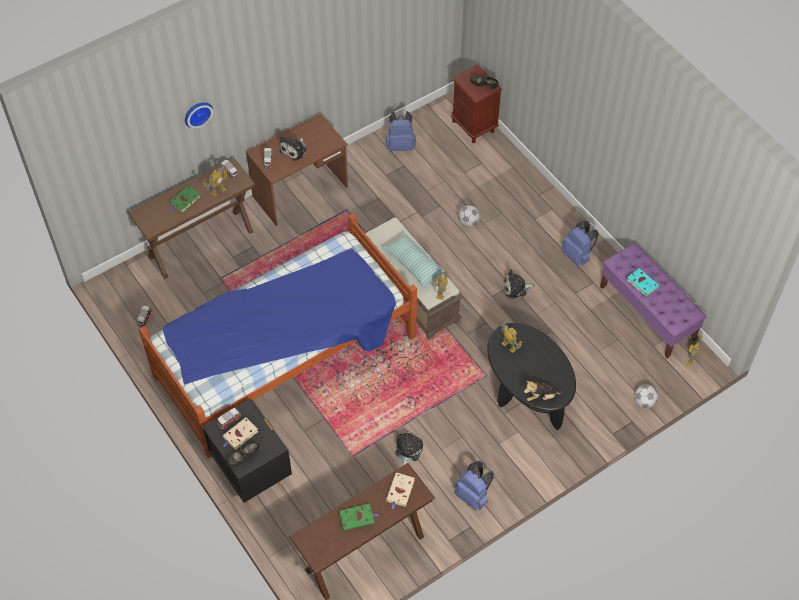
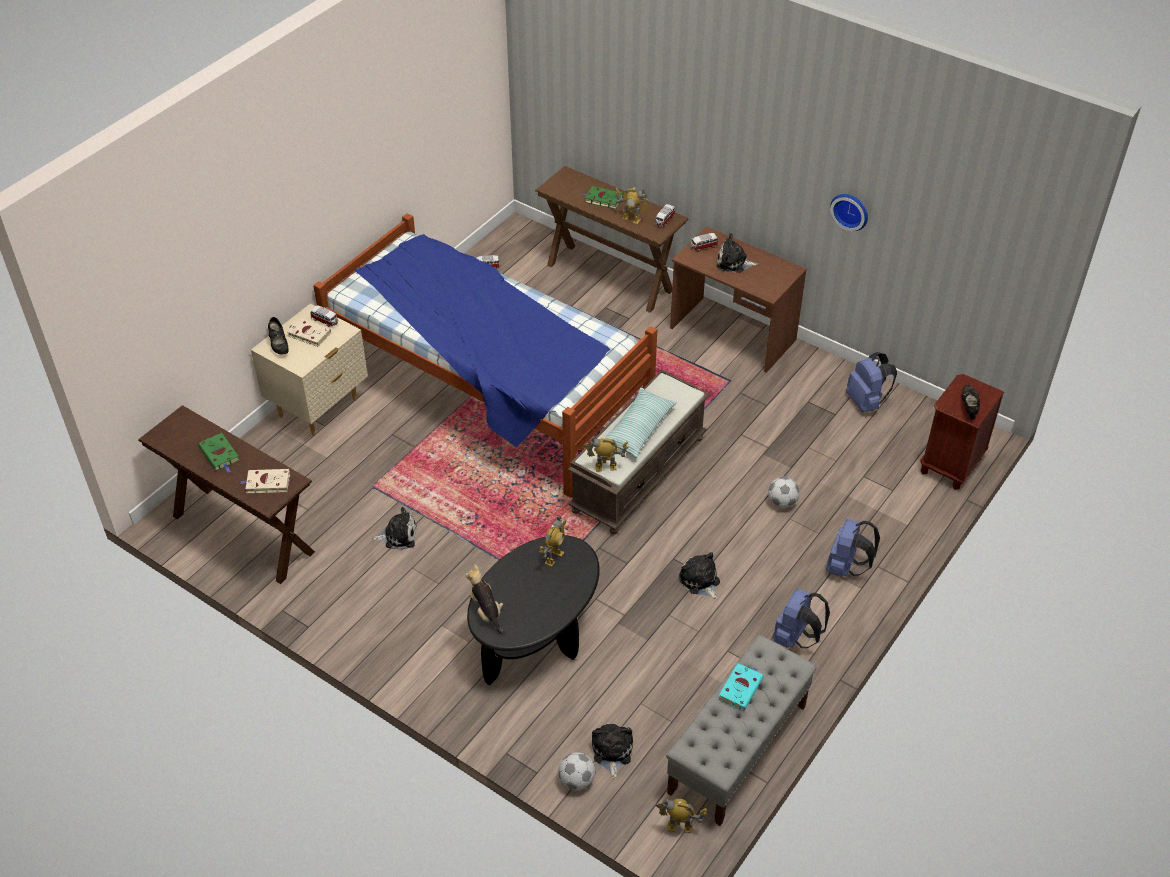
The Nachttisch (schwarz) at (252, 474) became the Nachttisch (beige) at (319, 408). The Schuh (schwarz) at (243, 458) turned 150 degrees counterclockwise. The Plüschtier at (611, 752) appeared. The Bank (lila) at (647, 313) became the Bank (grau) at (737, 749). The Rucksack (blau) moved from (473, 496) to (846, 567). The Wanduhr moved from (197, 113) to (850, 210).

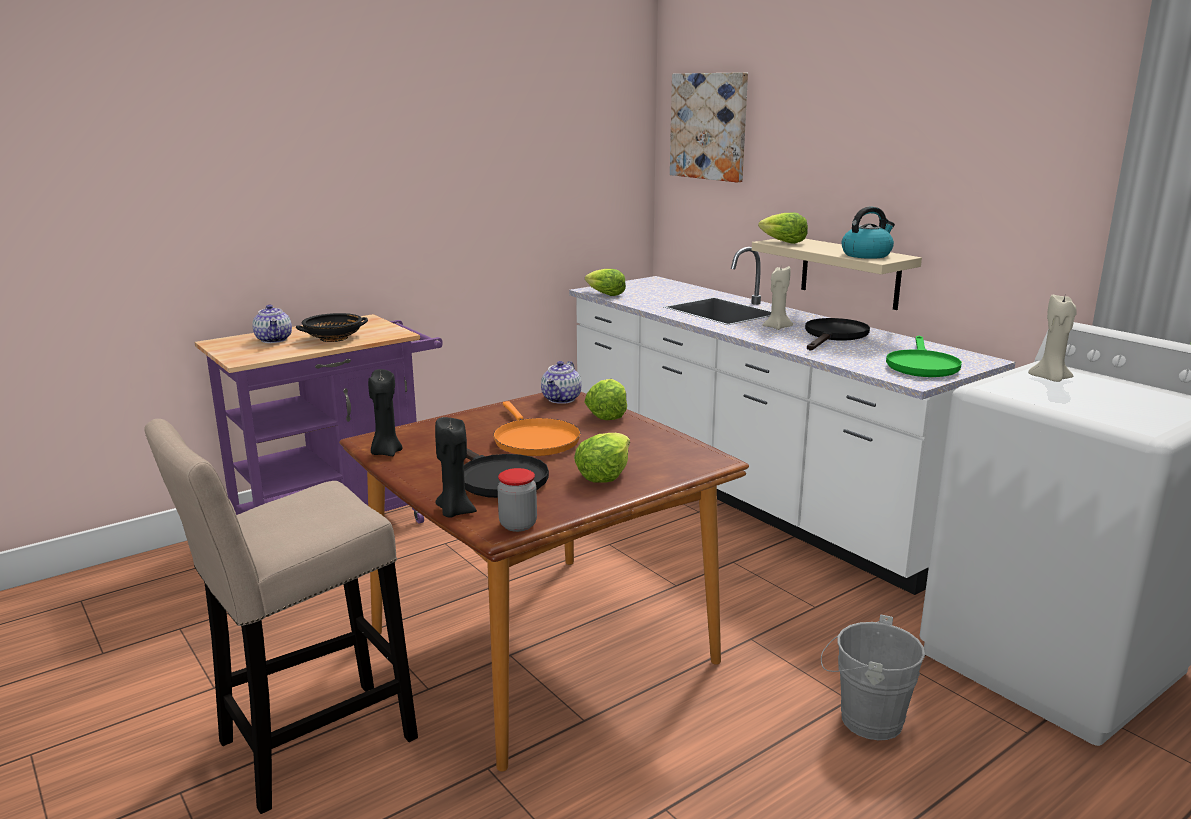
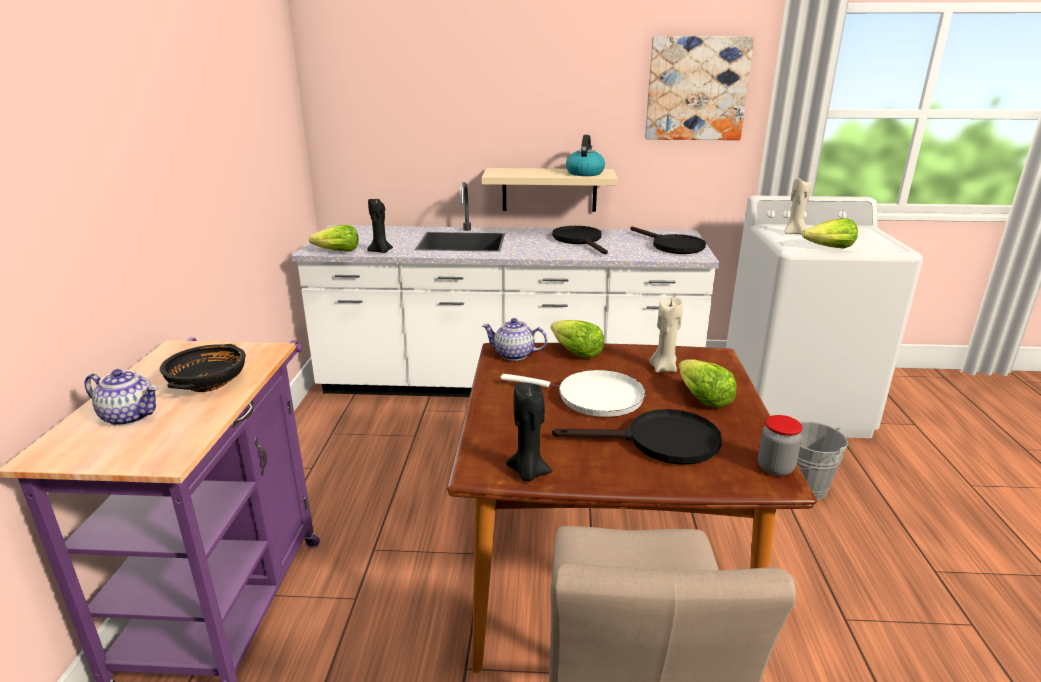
The Kerze (schwarz) moved from (454, 512) to (381, 251). The Teekanne at (561, 399) turned 135 degrees clockwise. The Pfanne (orange) at (534, 440) became the Pfanne (weiß) at (594, 397). The Pfanne (grün) at (921, 365) became the Pfanne (schwarz) at (672, 246). The Bild moved from (709, 126) to (696, 89). The Kerze (beige) moved from (777, 327) to (663, 368). The Salatkopf moved from (782, 242) to (829, 248).

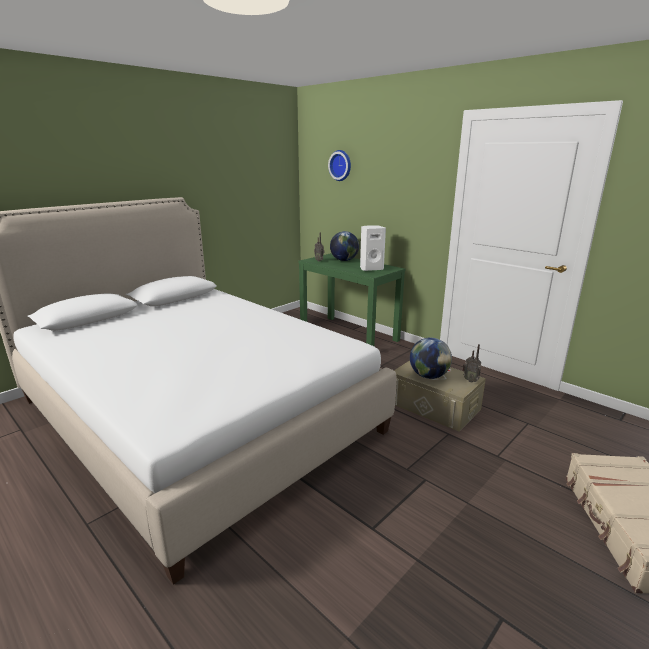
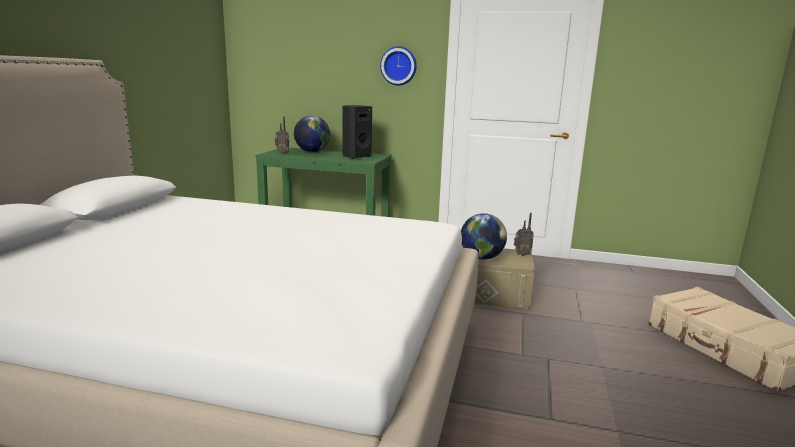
The Lautsprecher (weiß) at (370, 268) became the Lautsprecher (schwarz) at (356, 156). The Wanduhr moved from (341, 165) to (399, 66).

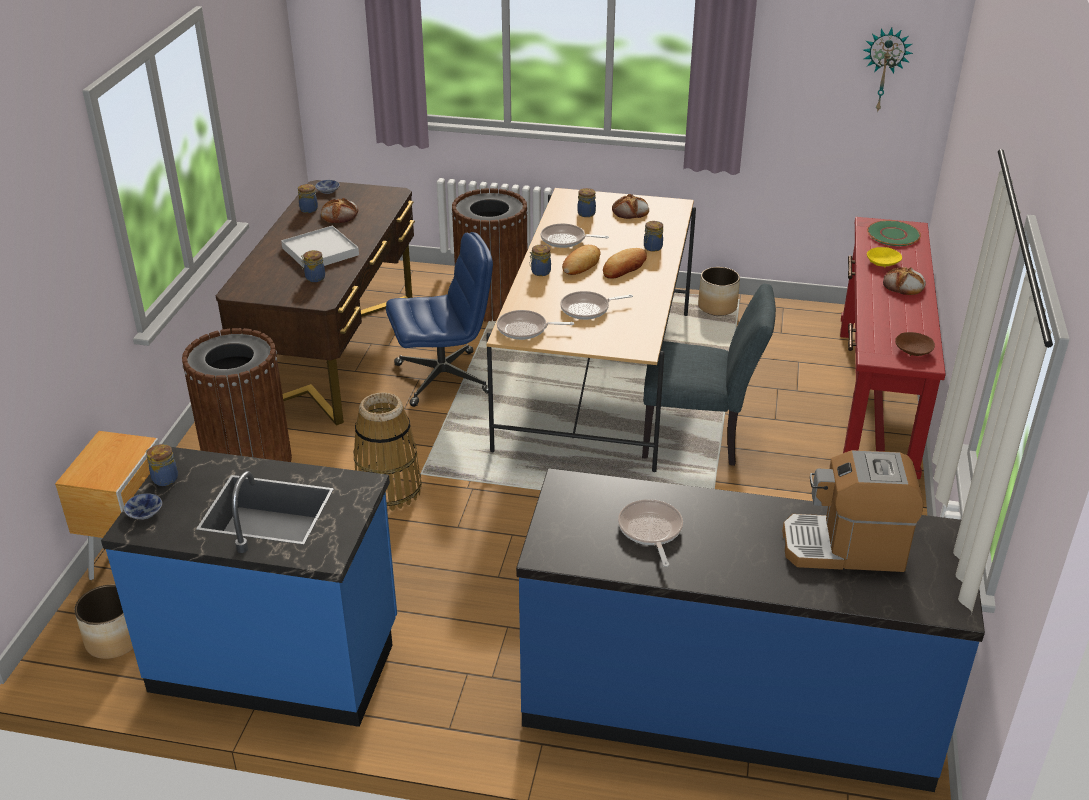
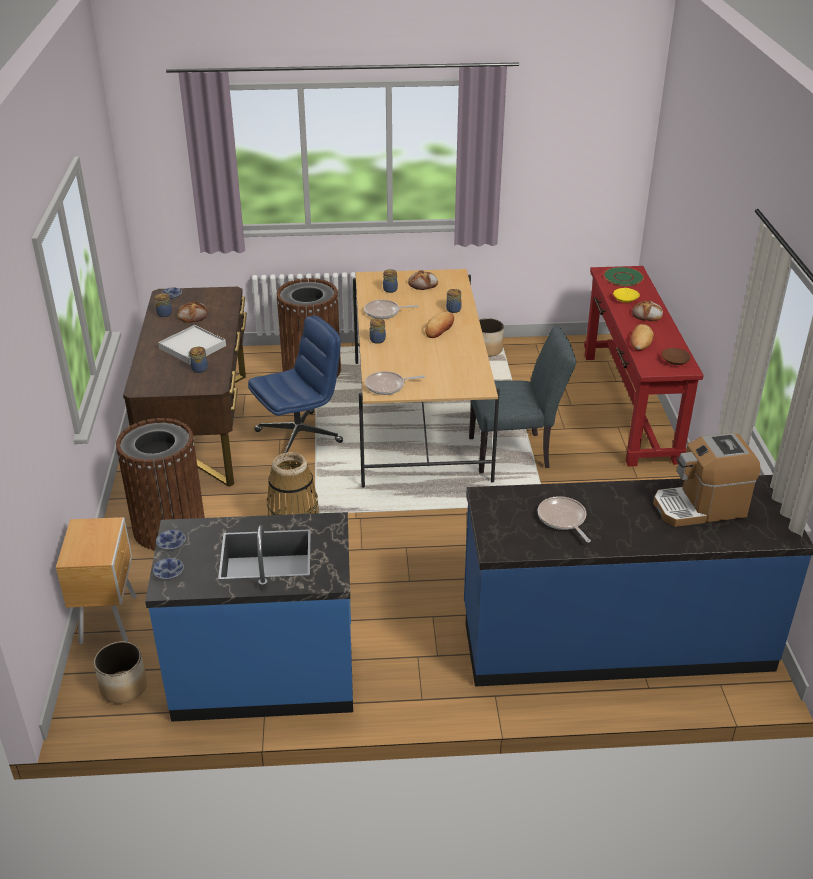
The Vorratsglas at (164, 478) was replaced by the Schüssel at (170, 545). The Brot moved from (581, 264) to (640, 340). The Pfanne at (588, 309) disappeared. The Wanduhr at (884, 69) disappeared.

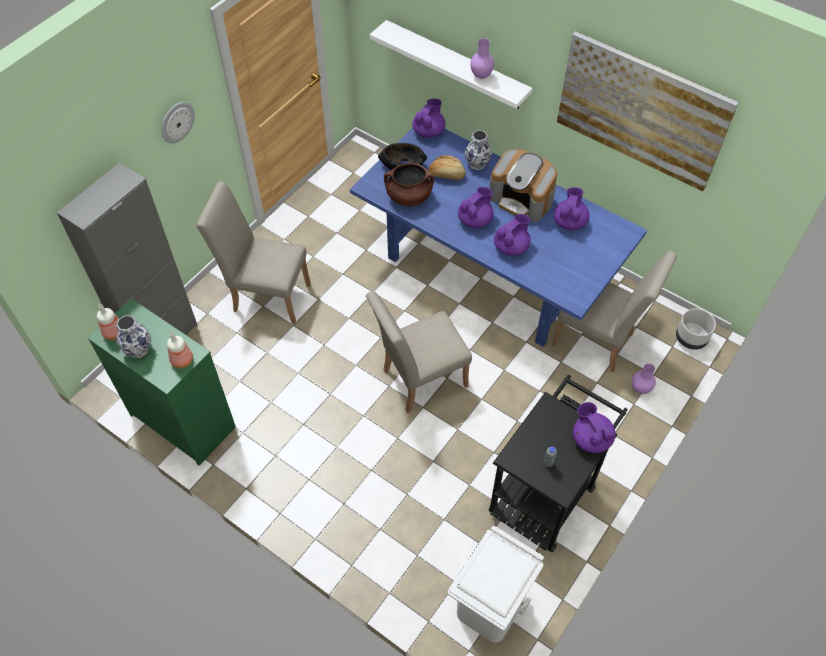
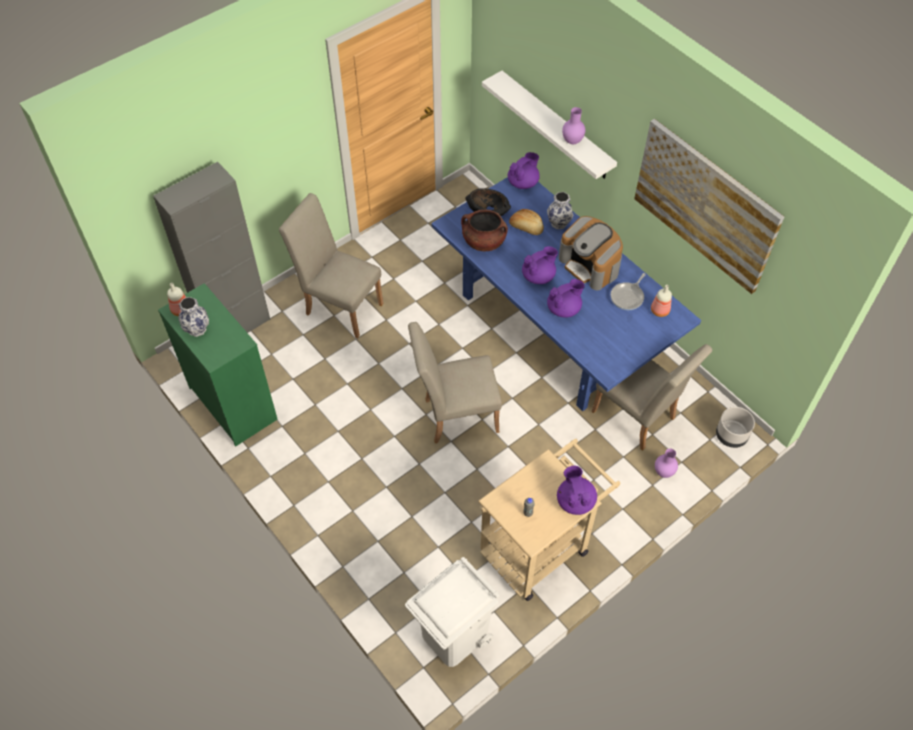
The Rollwagen (schwarz) at (546, 492) became the Rollwagen (beige) at (541, 545). The Teekanne (lila) at (569, 222) was replaced by the Pfanne at (628, 297). The Flasche moved from (181, 360) to (659, 311). The Wanduhr at (176, 122) disappeared.

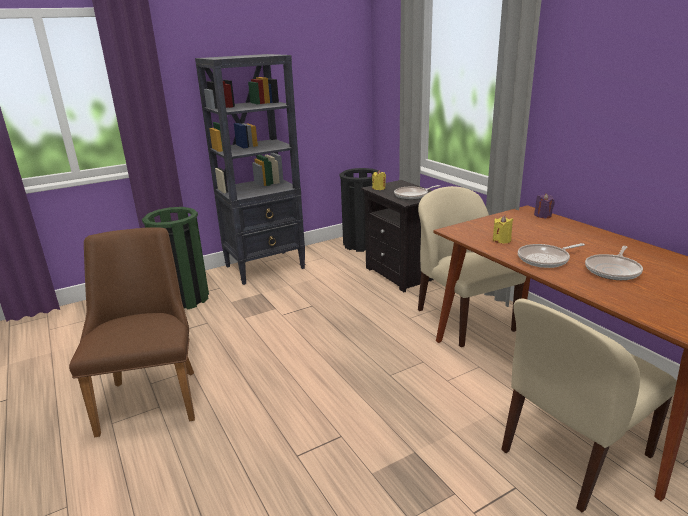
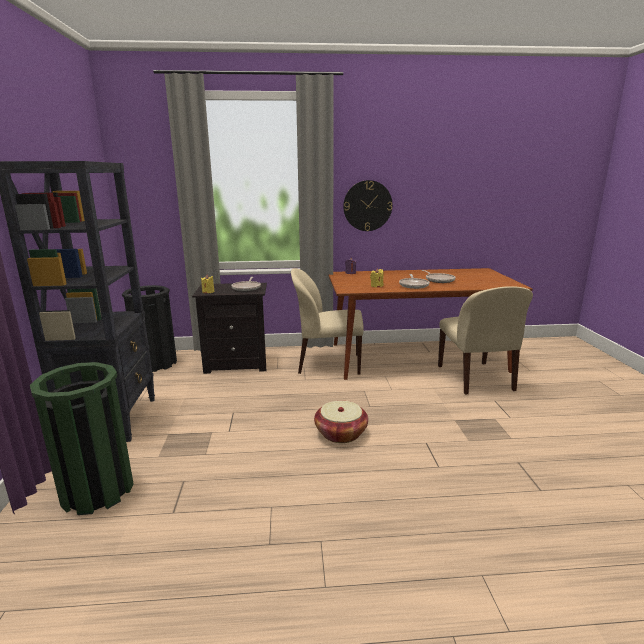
The Korb at (341, 433) appeared. The Wanduhr at (367, 206) appeared. The Stuhl (braun) at (152, 394) disappeared.

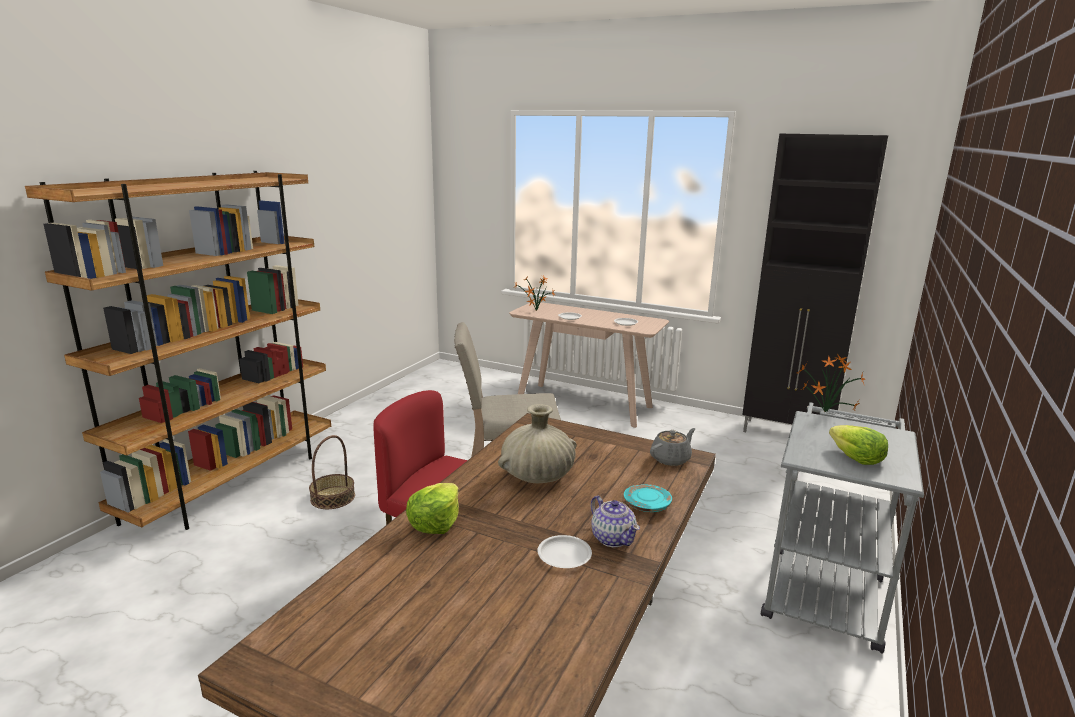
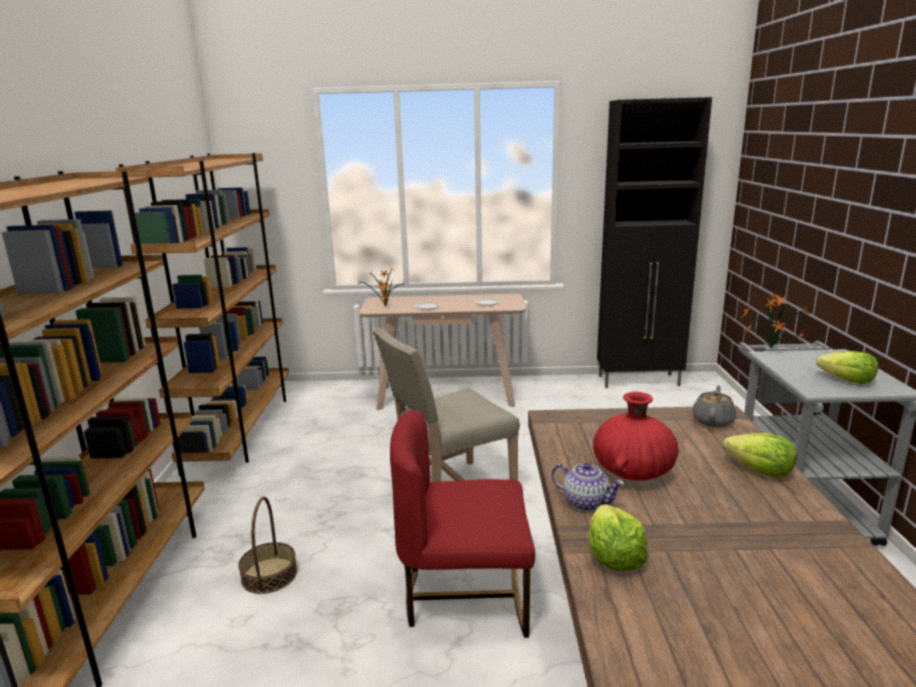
The Bücherregal (braun) at (241, 429) appeared. The Teekanne moved from (613, 538) to (585, 502). The Vase (beige) at (537, 476) became the Vase (rot) at (632, 472). The Teller (türkis) at (646, 505) was replaced by the Salatkopf at (760, 470). The Teller (weiß) at (564, 555) disappeared.

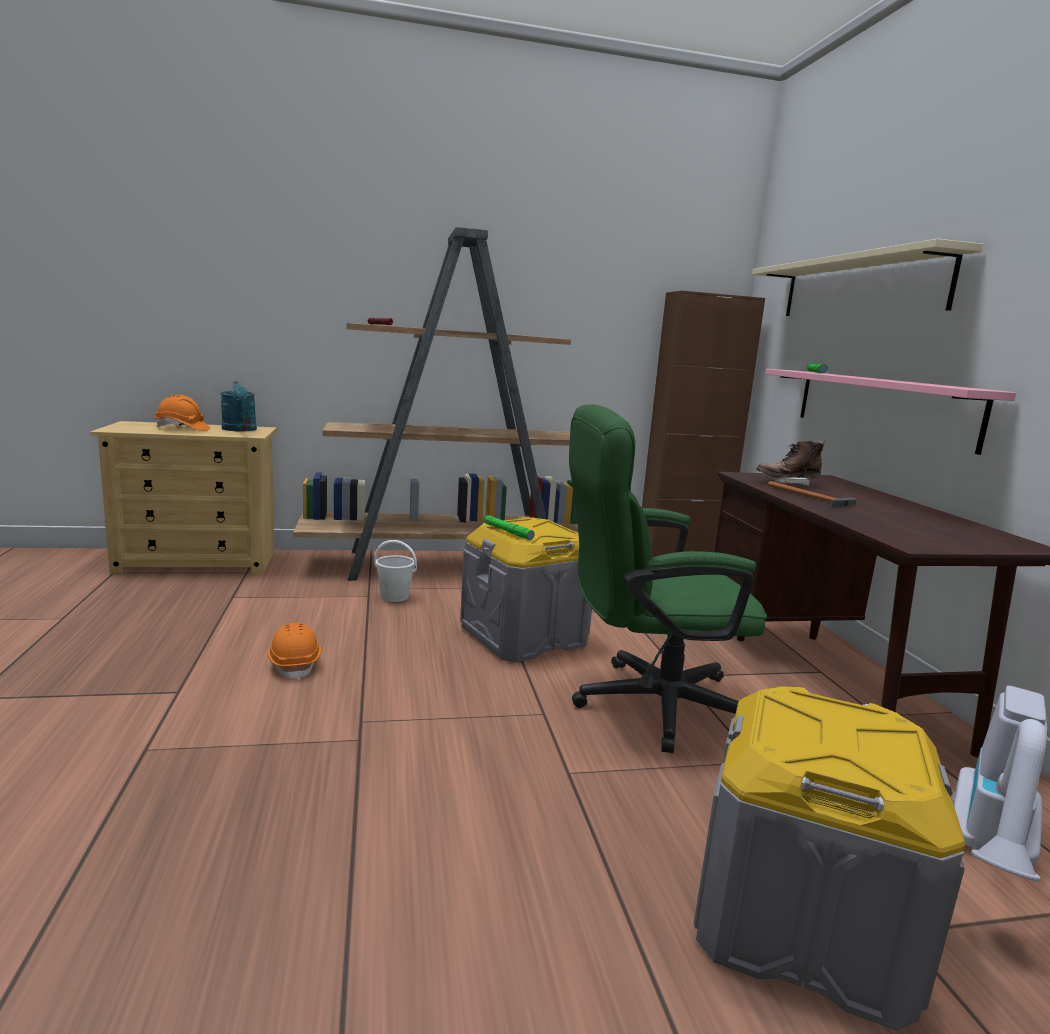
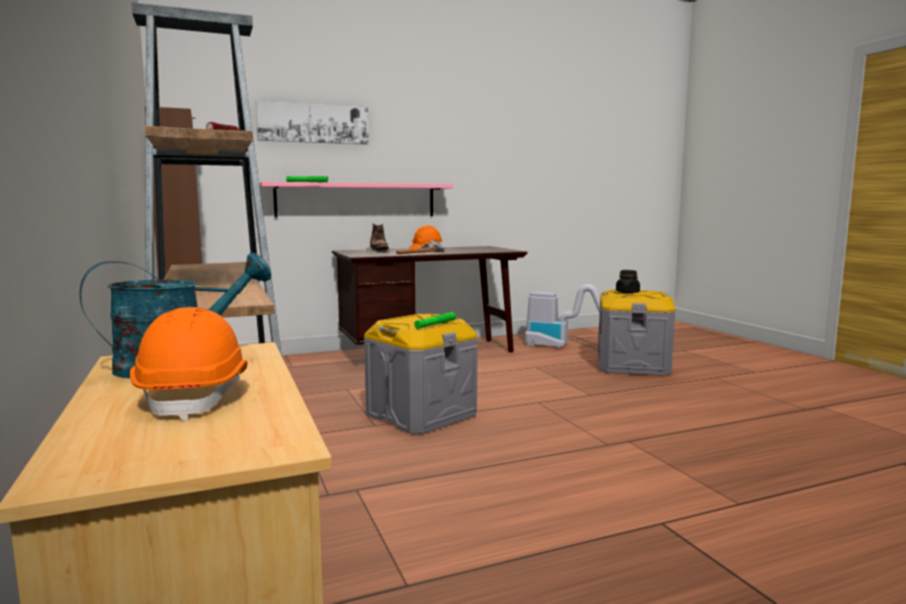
The Wandregal (beige) at (859, 287) was replaced by the Bild at (313, 123). The Schutzhelm (orange) moved from (295, 664) to (425, 249). The Vorratsglas (schwarz) at (627, 292) appeared. The Eimer (weiß) at (395, 597) disappeared. The Bürostuhl (grün) at (646, 704) disappeared.

